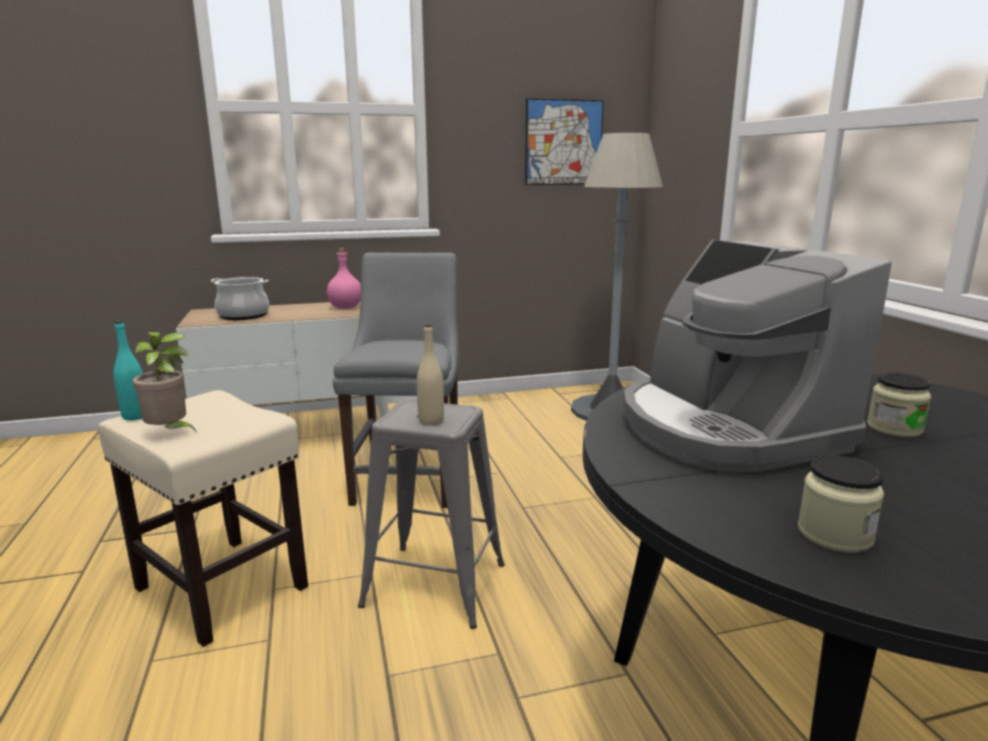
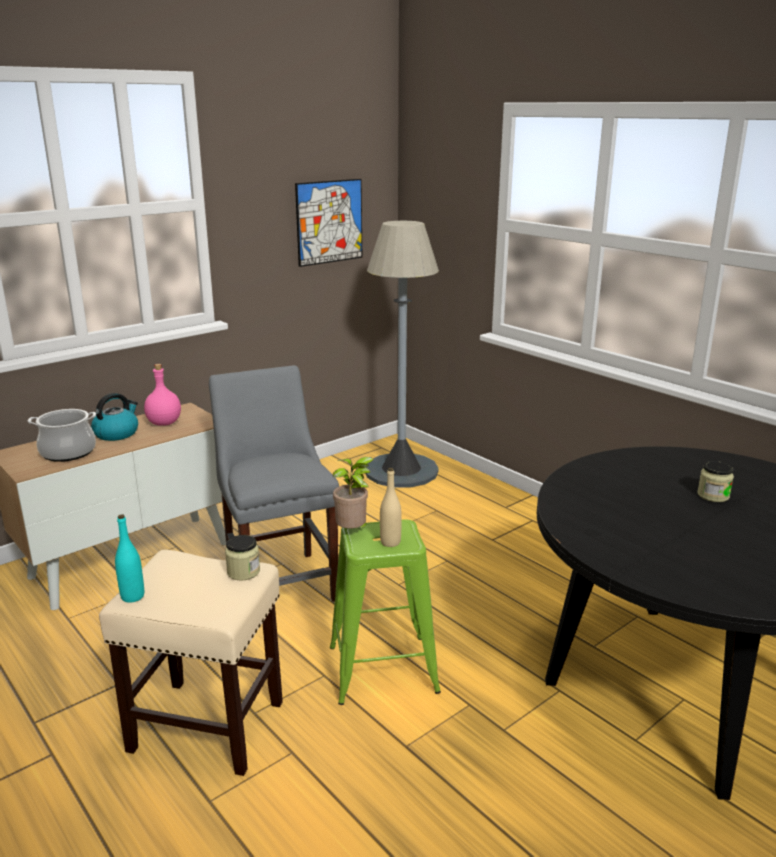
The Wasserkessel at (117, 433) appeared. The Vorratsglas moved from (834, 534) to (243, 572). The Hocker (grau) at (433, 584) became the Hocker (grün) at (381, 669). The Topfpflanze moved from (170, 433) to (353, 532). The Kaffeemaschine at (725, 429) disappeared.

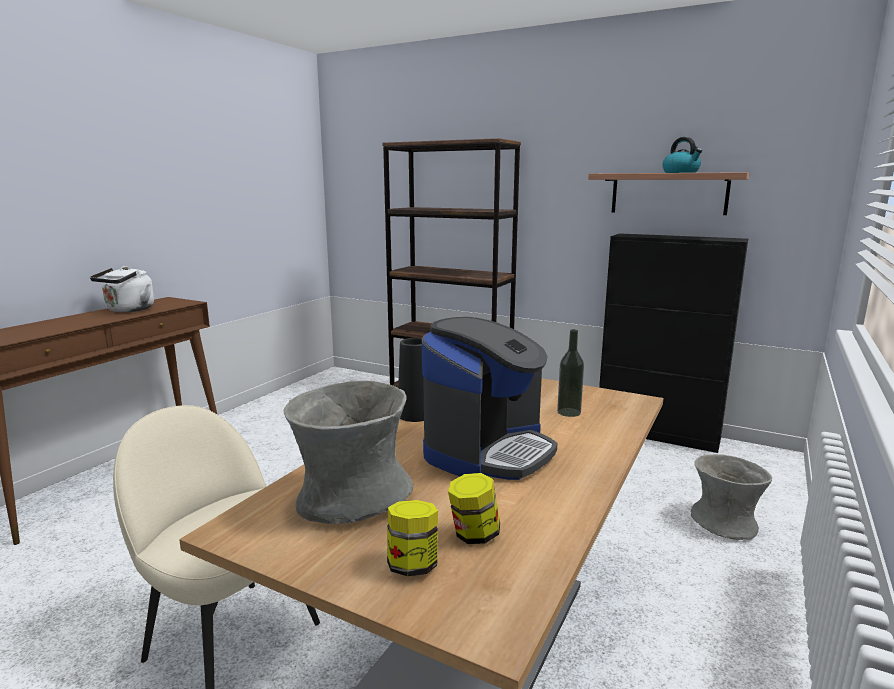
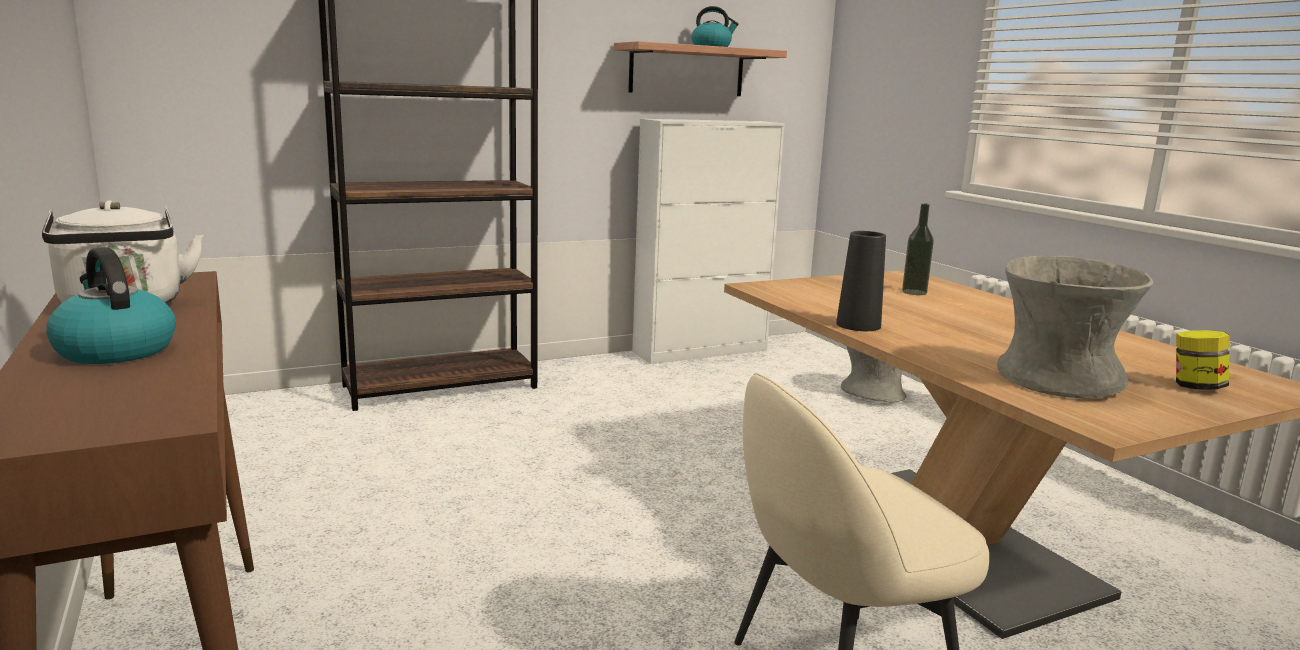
The Wasserkessel at (115, 350) appeared. The Schrank (schwarz) at (658, 434) became the Schrank (weiß) at (701, 351). The Kaffeemaschine at (488, 451) disappeared. The Vorratsglas at (474, 534) disappeared.

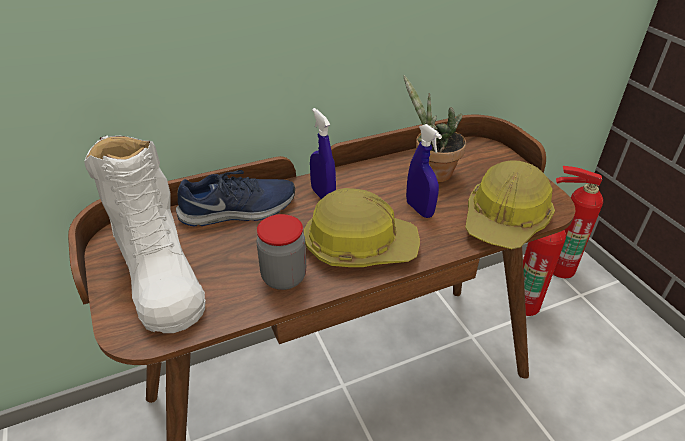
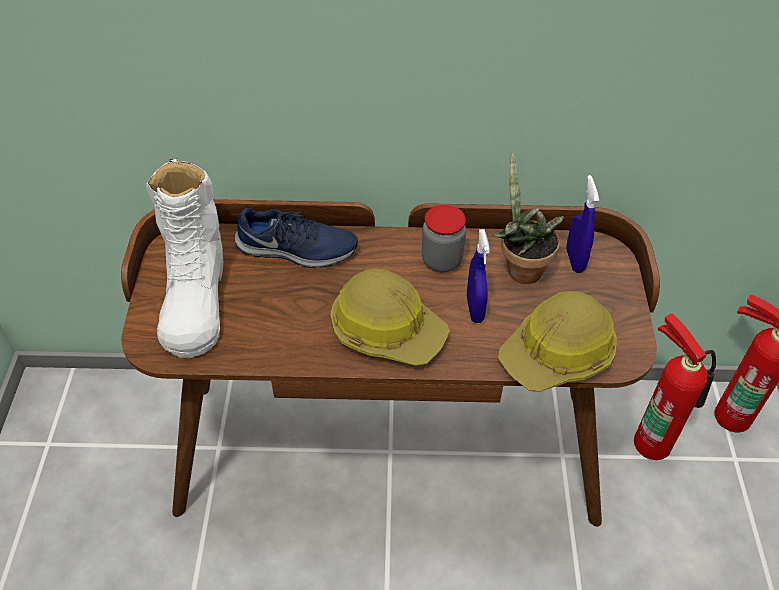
The Vorratsglas moved from (284, 277) to (441, 261). The Sprühflasche (blau) moved from (323, 195) to (575, 260).

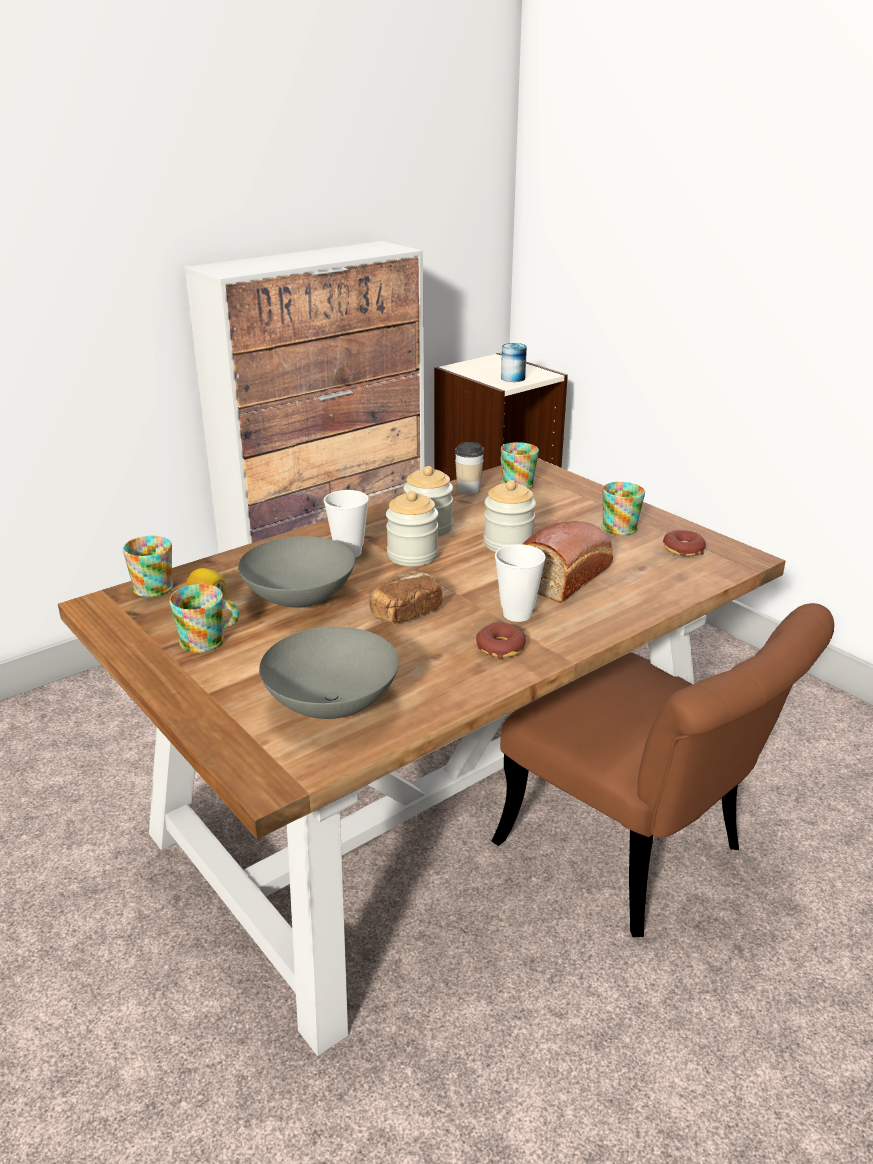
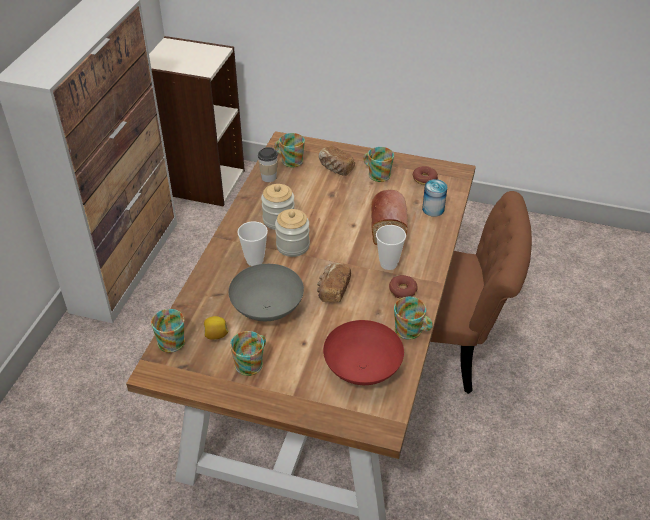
The Brot at (335, 168) appeared. The Schüssel (grau) at (330, 704) became the Schüssel (rot) at (361, 369). The Henkelbecher at (411, 331) appeared. The Dose moved from (513, 378) to (433, 209). The Vorratsglas at (508, 544) disappeared.

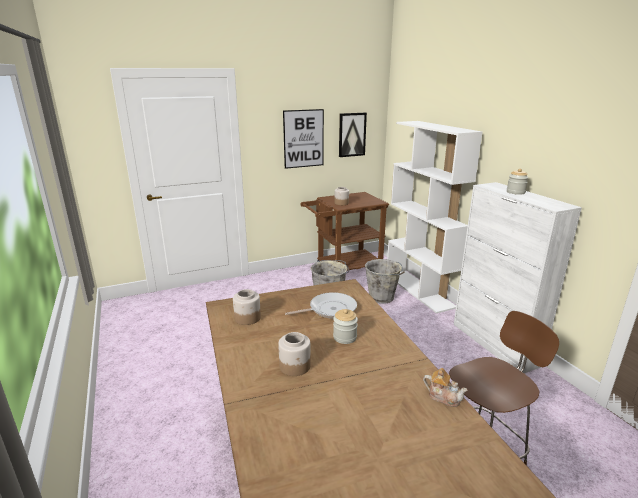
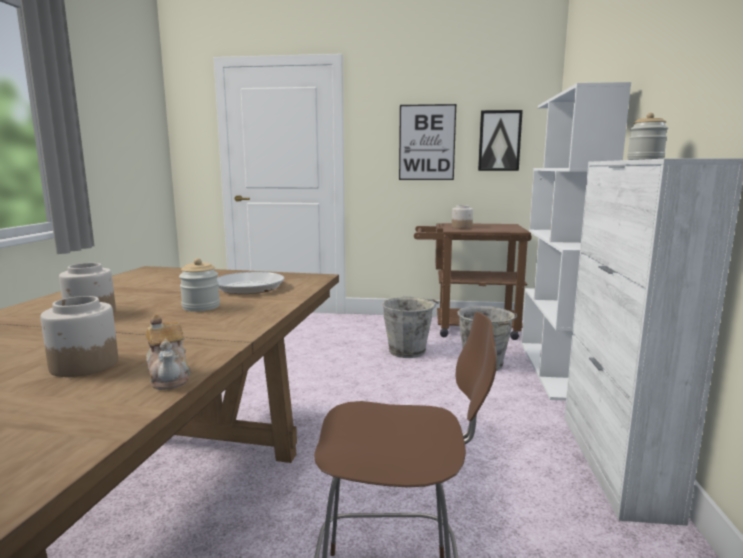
The Vorratsglas moved from (247, 318) to (83, 365).

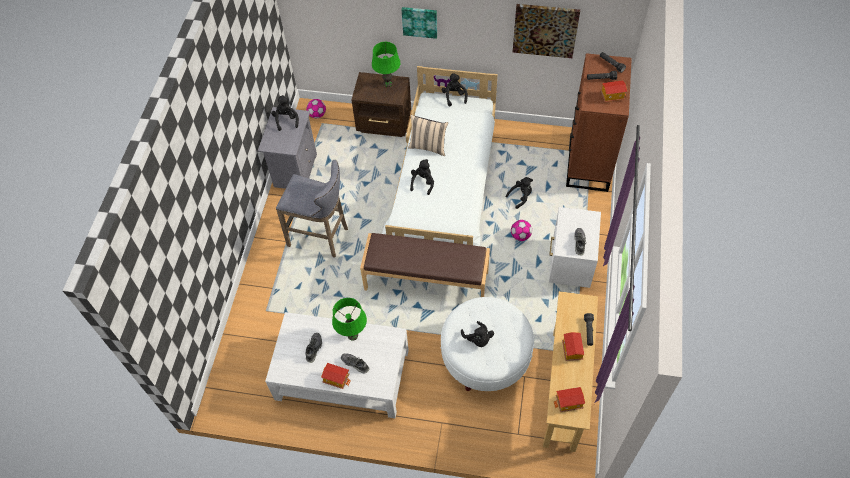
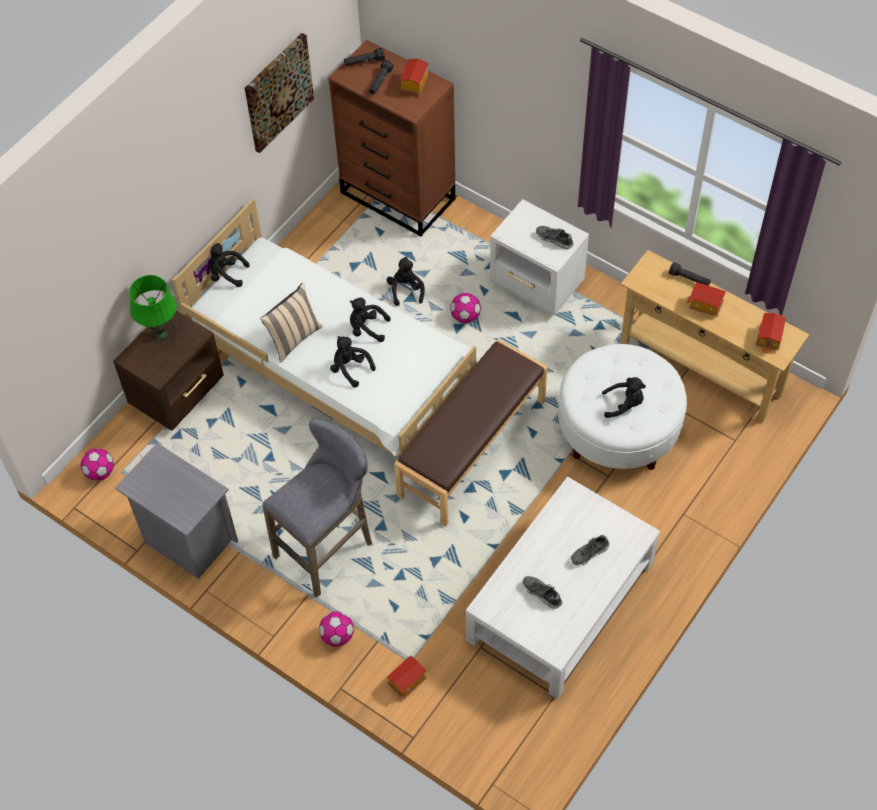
The Fußball at (337, 636) appeared. The Plüschtier (schwarz) moved from (286, 120) to (367, 328). The Spielzeughaus moved from (336, 378) to (407, 681). The Tischlampe (grün) at (352, 335) disappeared. The Bild at (419, 21) disappeared.

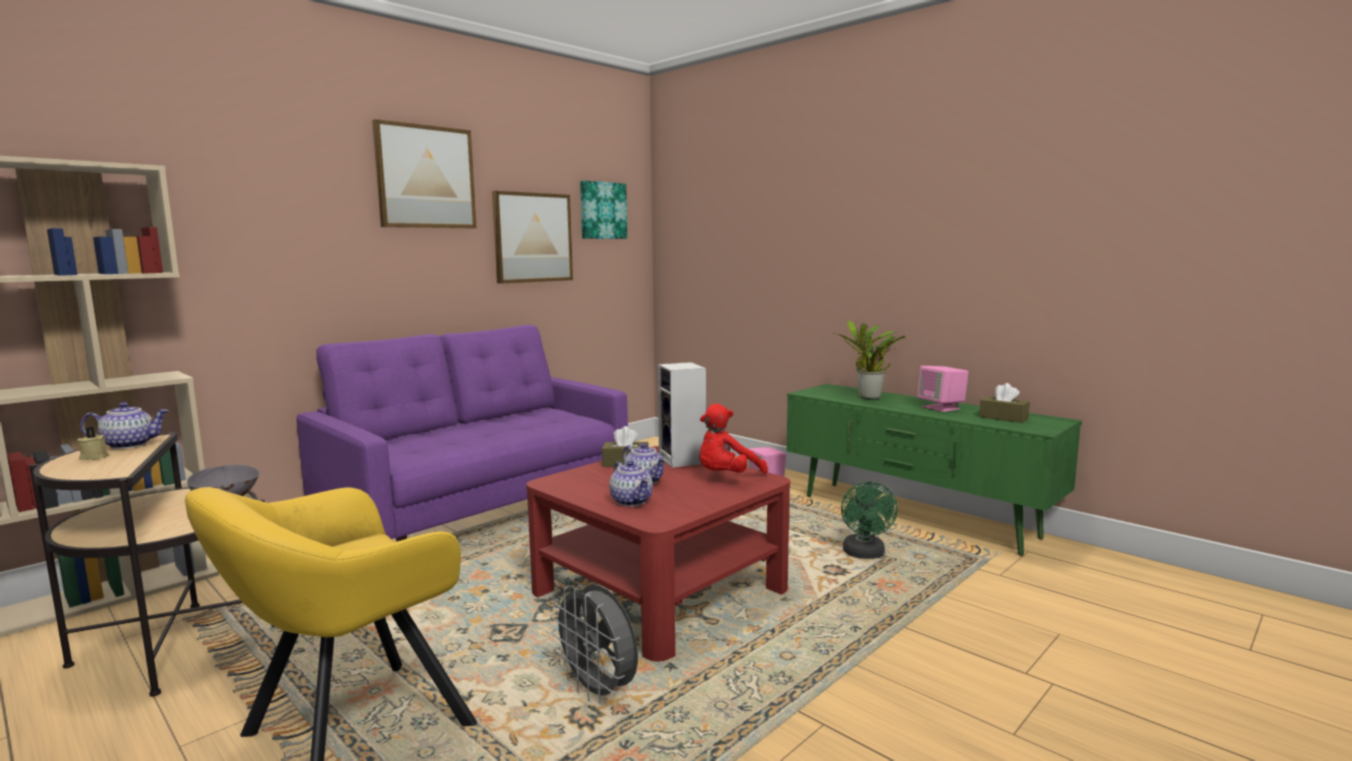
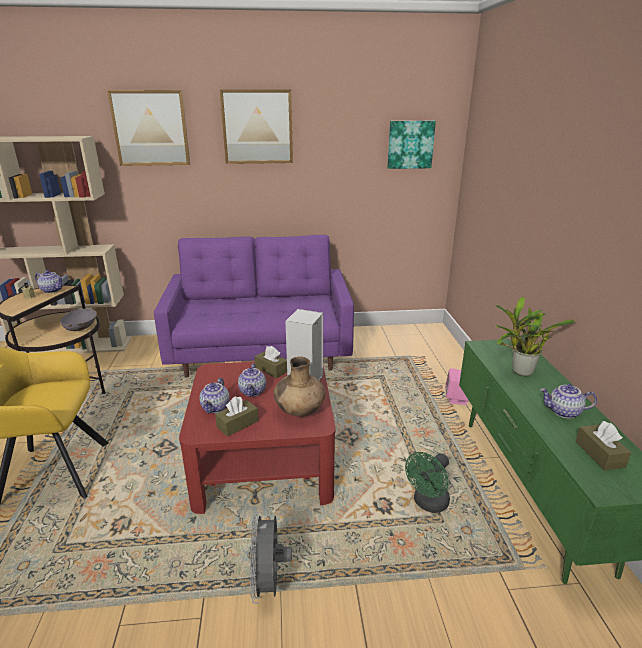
The Bild moved from (532, 237) to (151, 128). The Taschentuchbox (braun) at (237, 424) appeared. The Ventilator (grau) moved from (599, 691) to (269, 583). The Plüschtier (rot) at (726, 477) was replaced by the Vase (braun) at (299, 411). The Lautsprecher (rosa) at (941, 408) was replaced by the Teekanne at (563, 412).

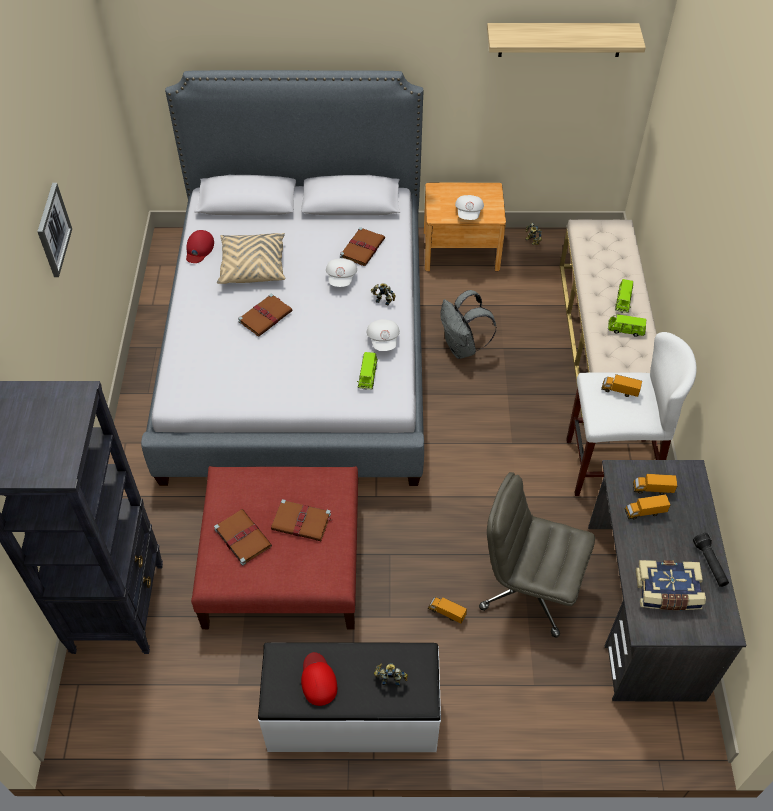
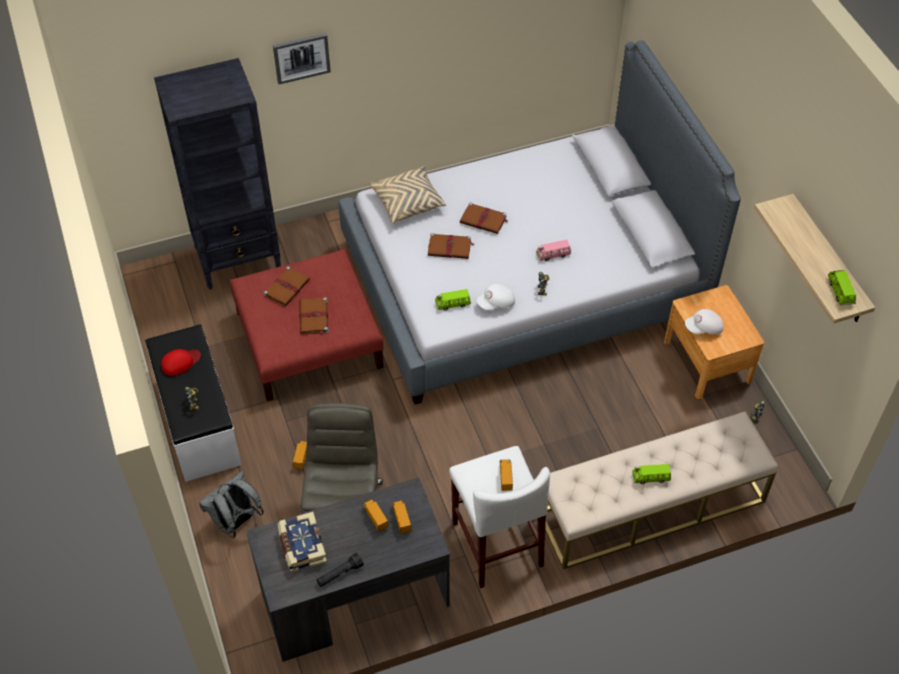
The Rucksack (grau) moved from (462, 348) to (236, 522). The Bild moved from (53, 230) to (301, 57). The Kissen (beige) moved from (252, 266) to (408, 202). The Buch (braun) moved from (363, 248) to (450, 248). The Kappe (weiß) at (342, 278) was replaced by the Spielzeugauto (rosa) at (553, 255). The Spielzeugauto (grün) moved from (626, 330) to (840, 291). The Kappe (rot) at (199, 249) disappeared.

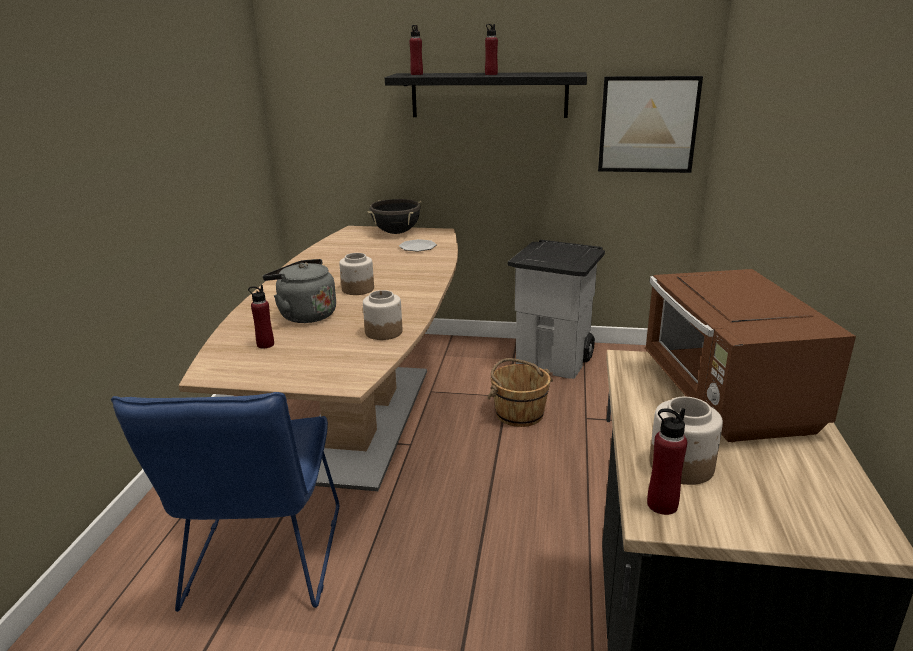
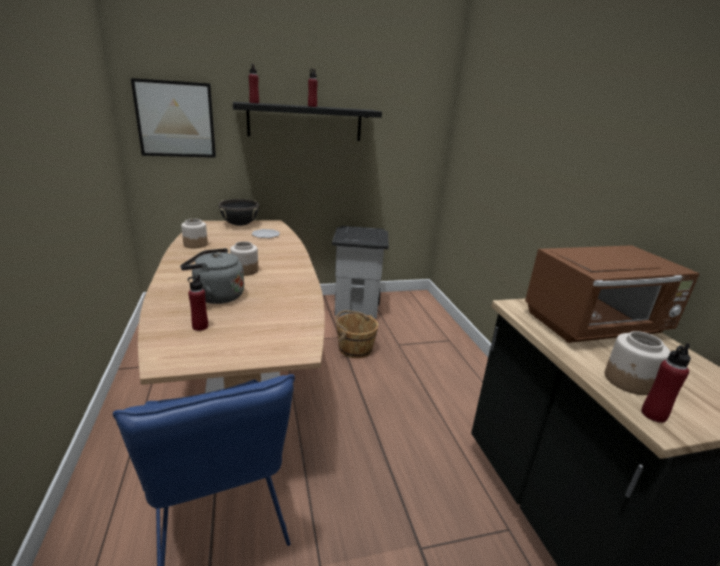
The Bild moved from (648, 124) to (175, 119). The Vorratsglas moved from (383, 332) to (195, 244). The Mikrowelle (braun) at (726, 398) turned 75 degrees counterclockwise.

